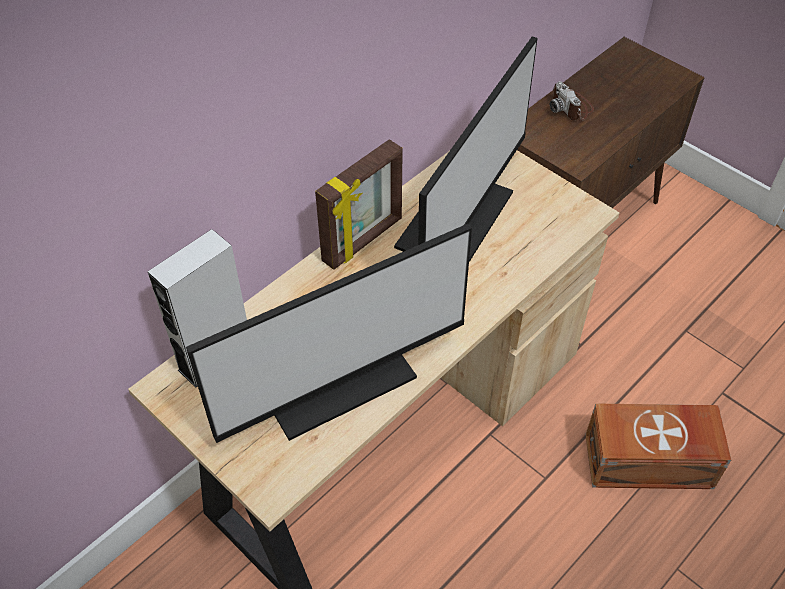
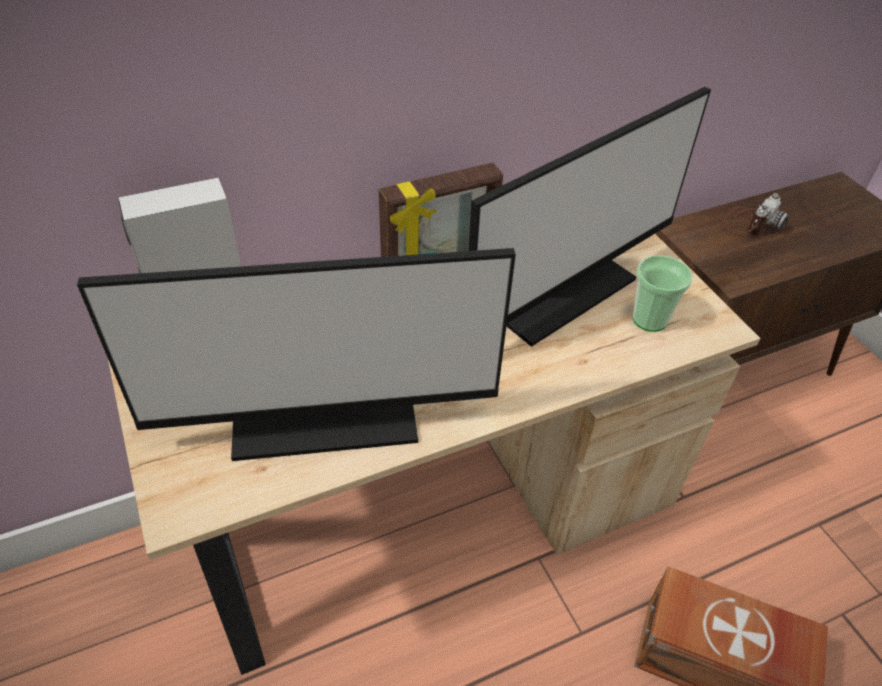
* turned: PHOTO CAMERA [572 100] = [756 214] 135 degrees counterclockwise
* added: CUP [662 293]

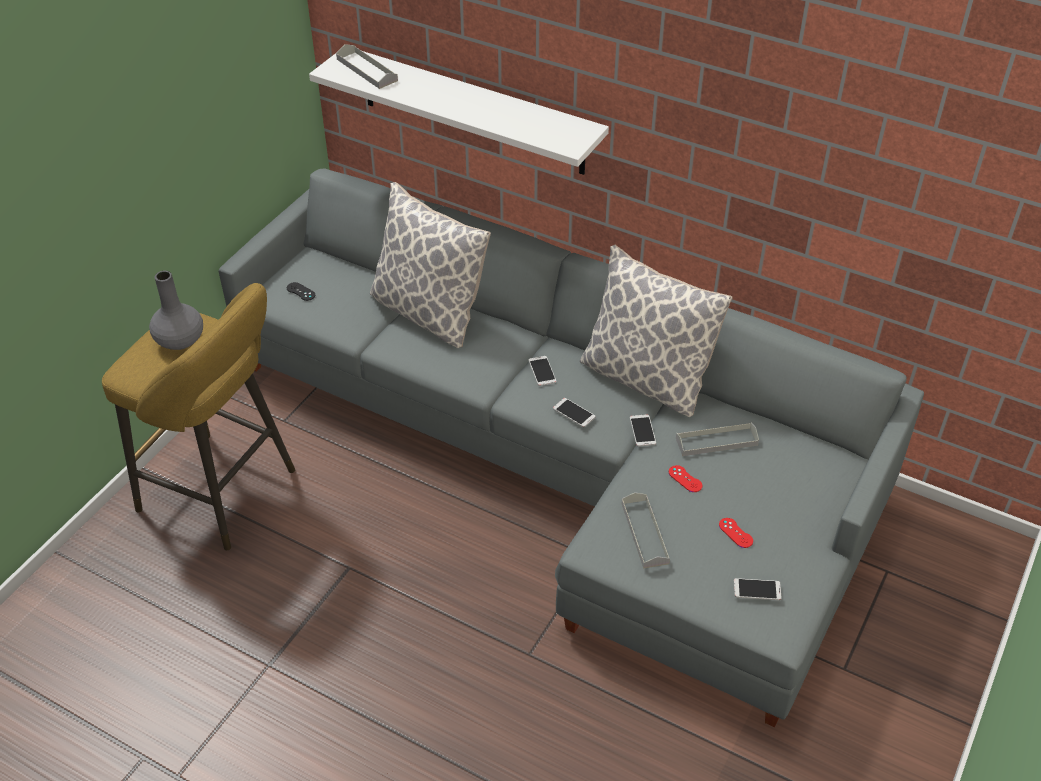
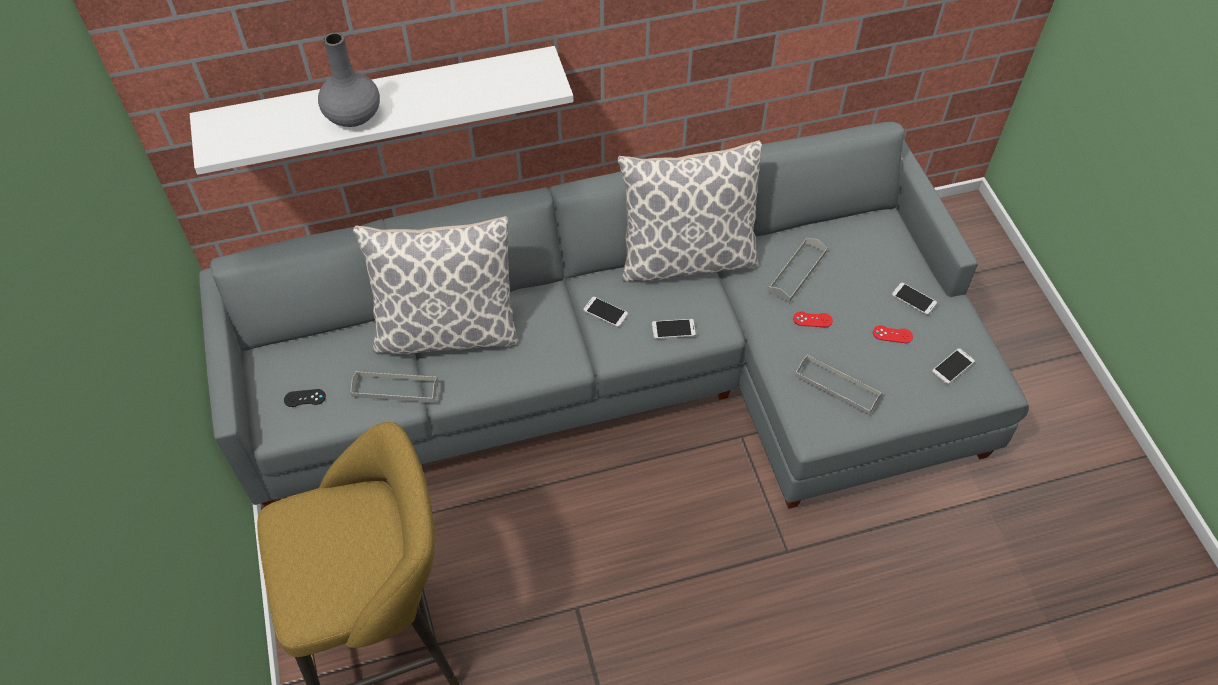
* moved: GREY VASE [176 310] to [349 79]
* moved: GREY TRAY [367 66] to [394 387]
* moved: PHONE [643 430] to [914 298]

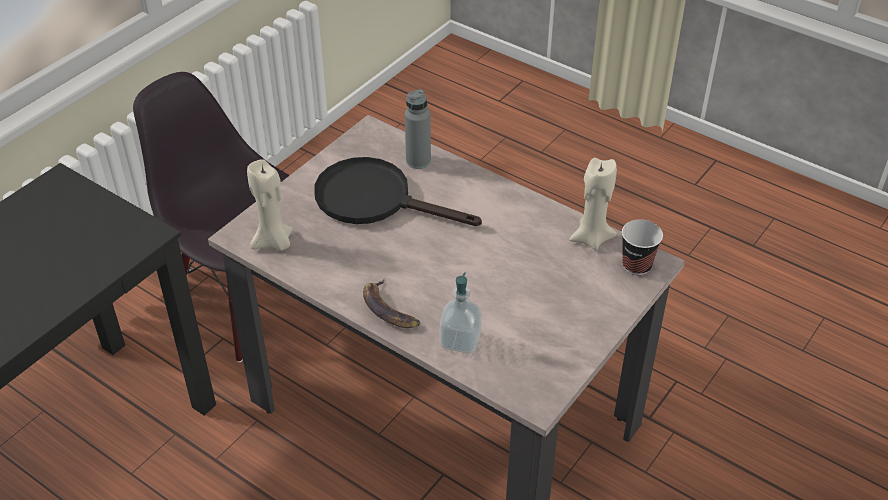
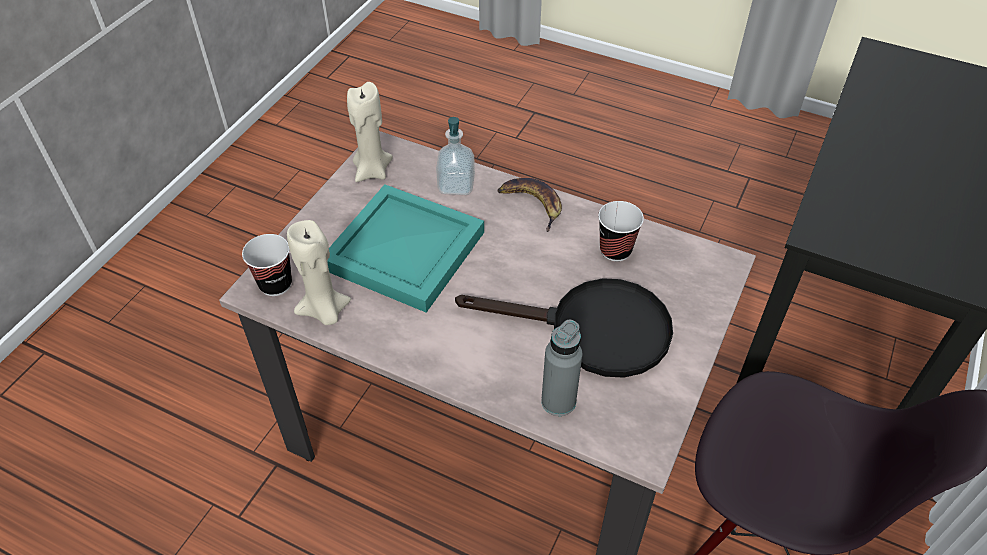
* moved: BEIGE CANDLE [270 205] to [370 132]
* added: TURQUOISE TRAY [406 248]
* added: CUP [621 231]

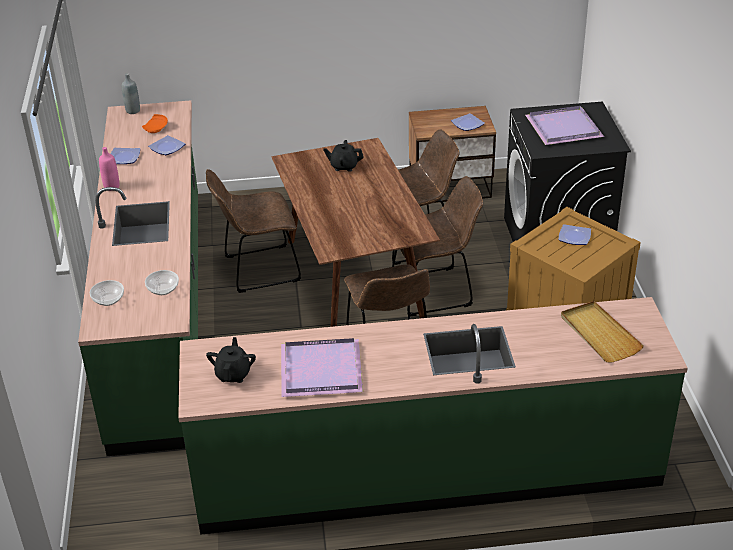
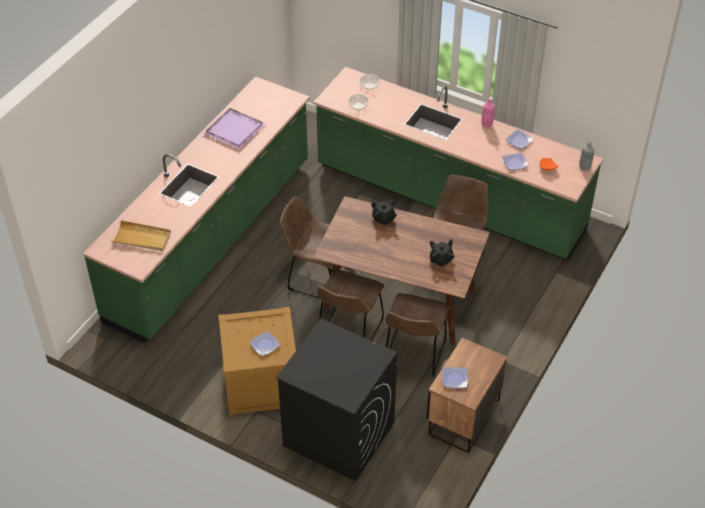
* moved: BLACK TEAPOT [231 360] to [384 212]
* removed: PURPLE TRAY [564 125]

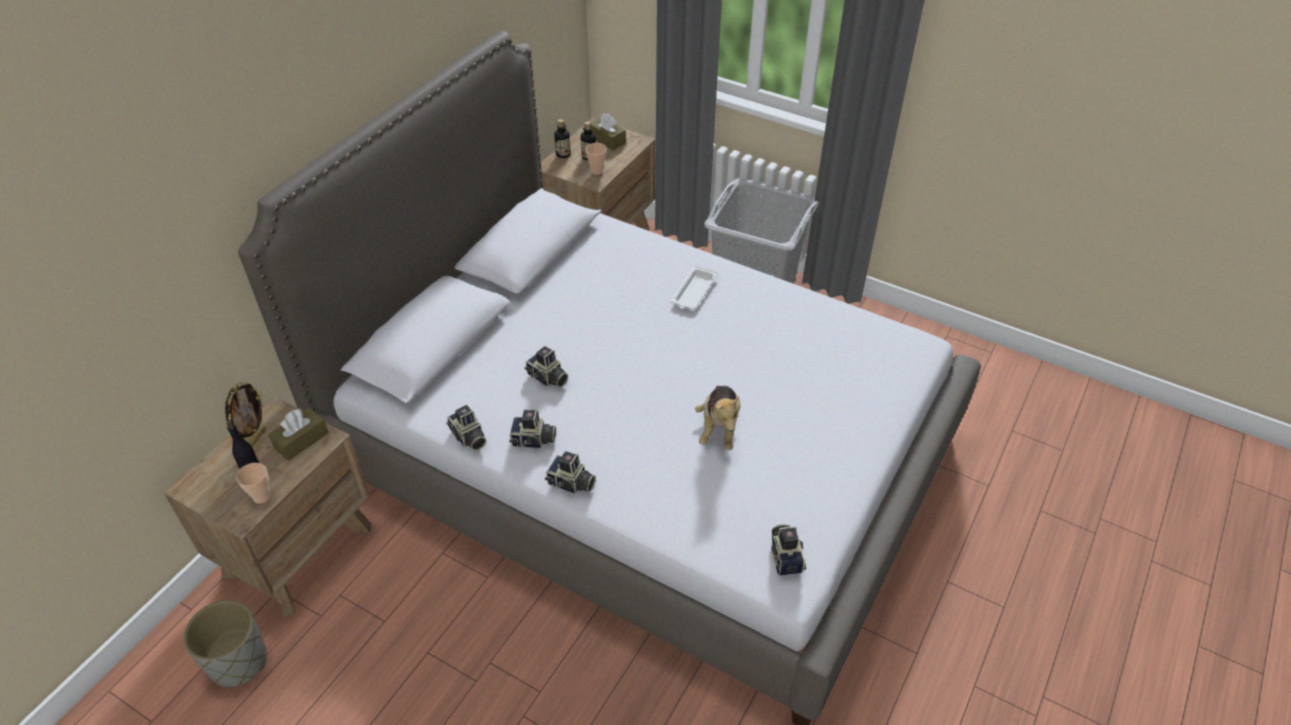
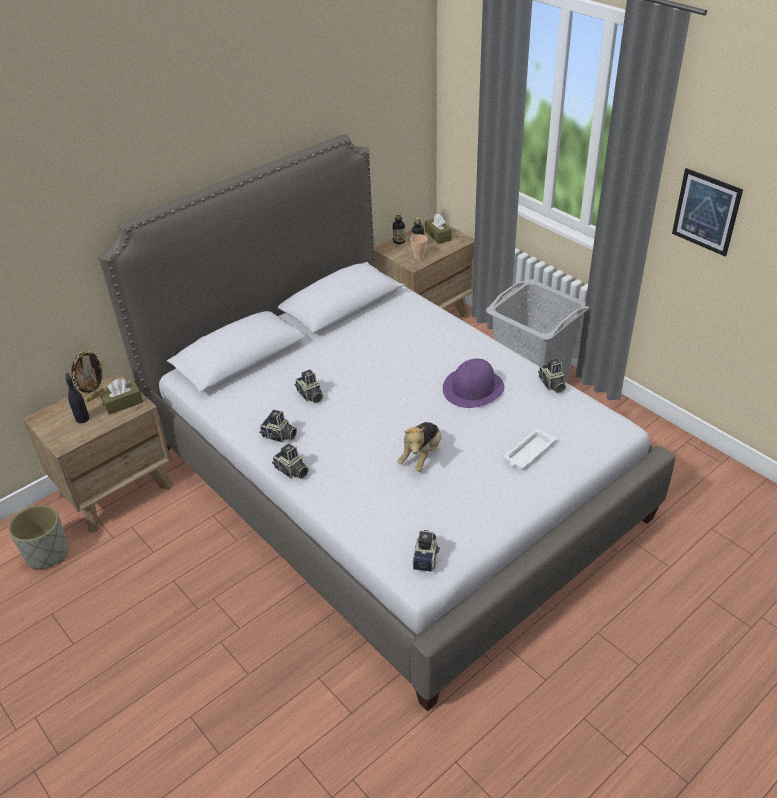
* removed: CUP [253 483]
* moved: PHOTO CAMERA [466 428] to [552 376]
* moved: WHITE TRAY [694 287] to [530 448]
* added: PURPLE HAT [473 383]
* added: PICTURE [707 212]

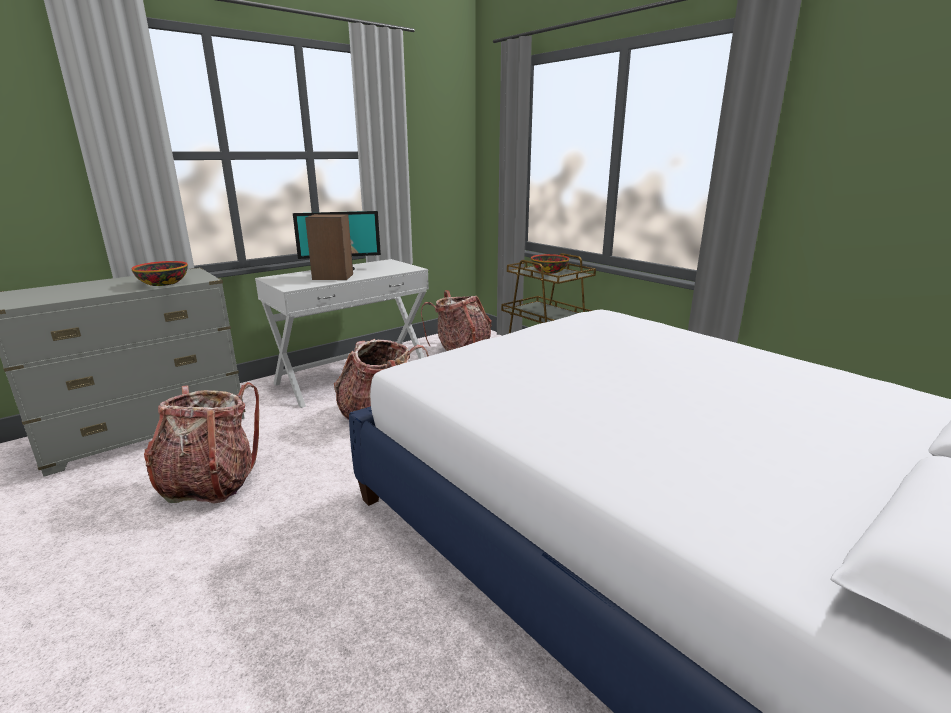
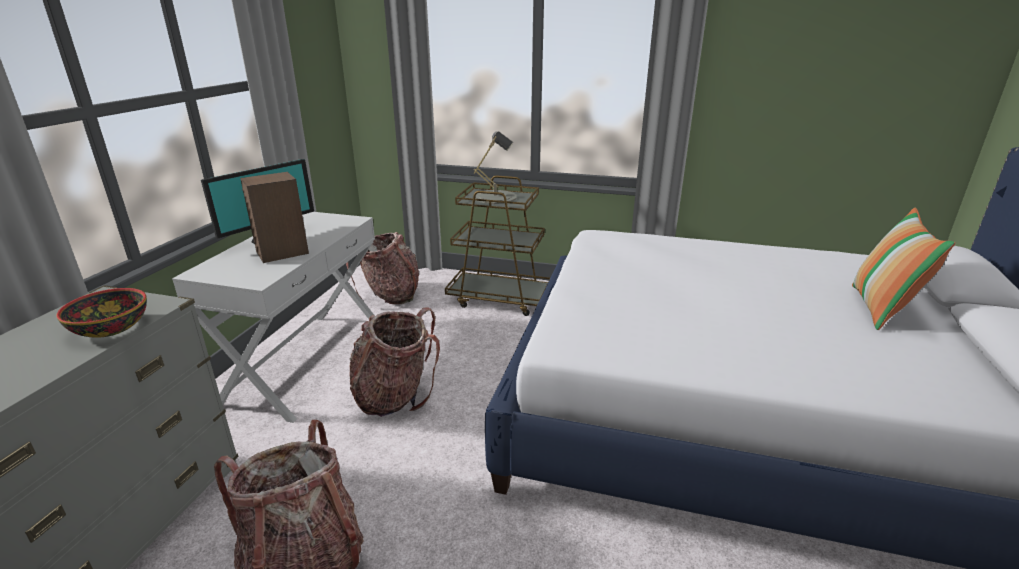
* replaced: BOWL [550 264] to GREY TABLE LAMP [495 167]
* added: PILLOW [903 269]

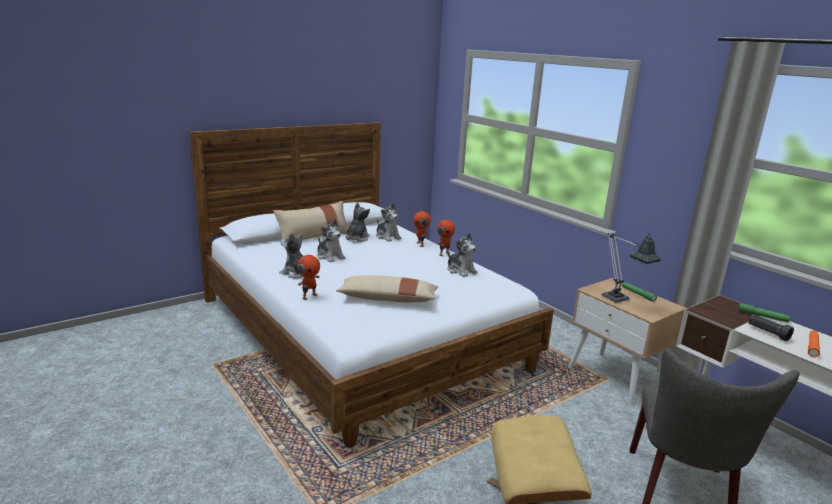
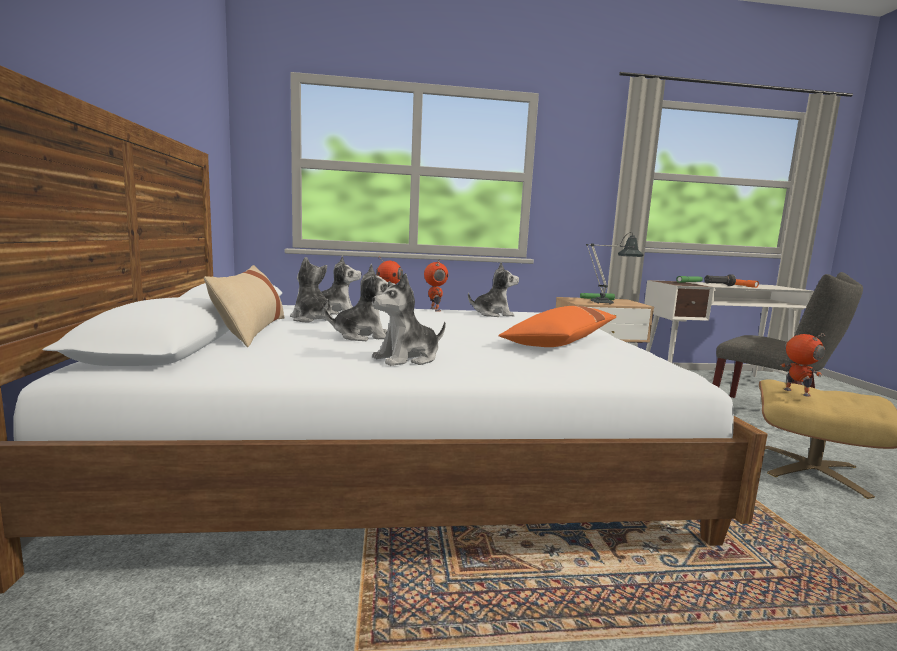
* moved: TOY ROBOT [308 277] to [802 365]
* recoloured: BEIGE PILLOW [387 288] to ORANGE PILLOW [557 326]

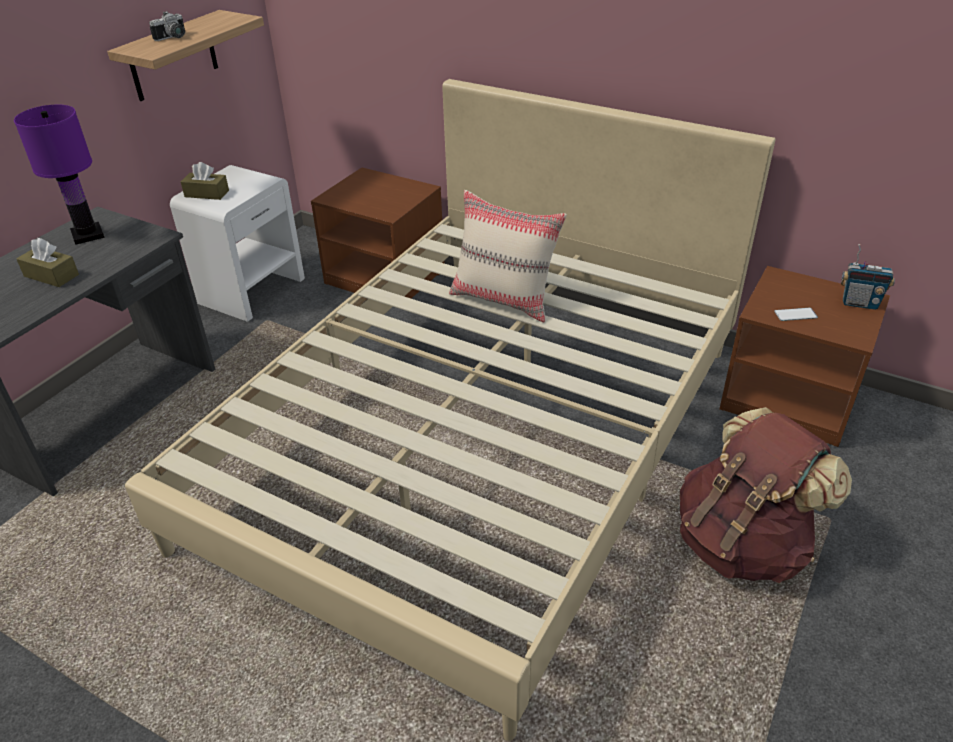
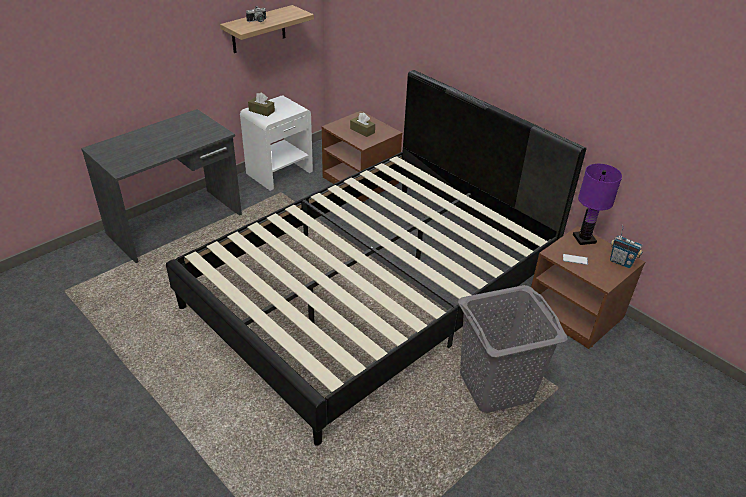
* moved: PURPLE TABLE LAMP [59 175] to [597 204]
* moved: BROWN TISSUE BOX [47 262] to [362 125]
* recoloured: BEIGE BED [450 410] to BLACK BED [376 258]
* removed: BEIGE PILLOW [508 256]
* replaced: BROWN BACKPACK [766 495] to GREY LAUNDRY BASKET [512 349]

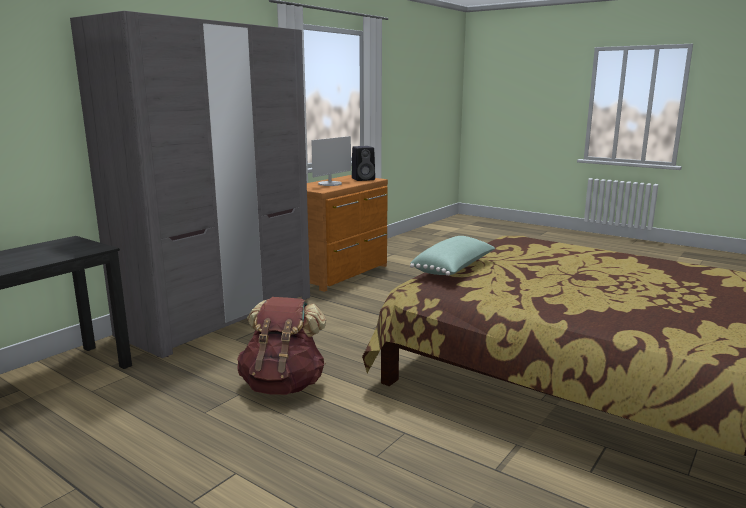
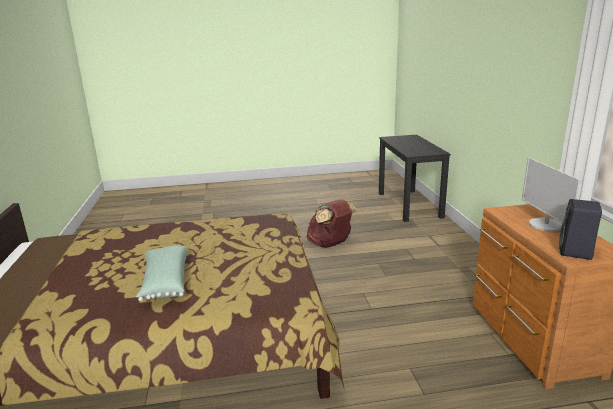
* removed: GREY WARDROBE [190 184]
* moved: GREEN PILLOW [452 256] to [162 273]

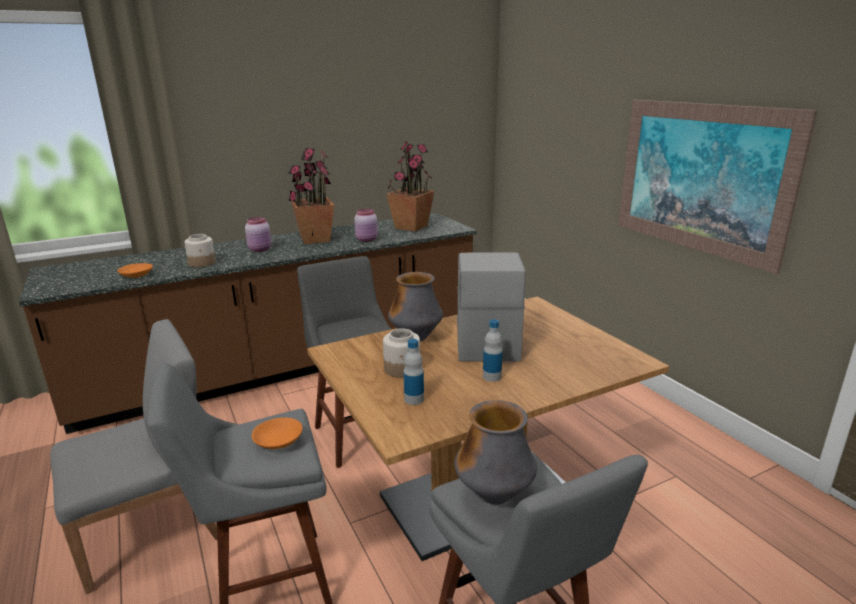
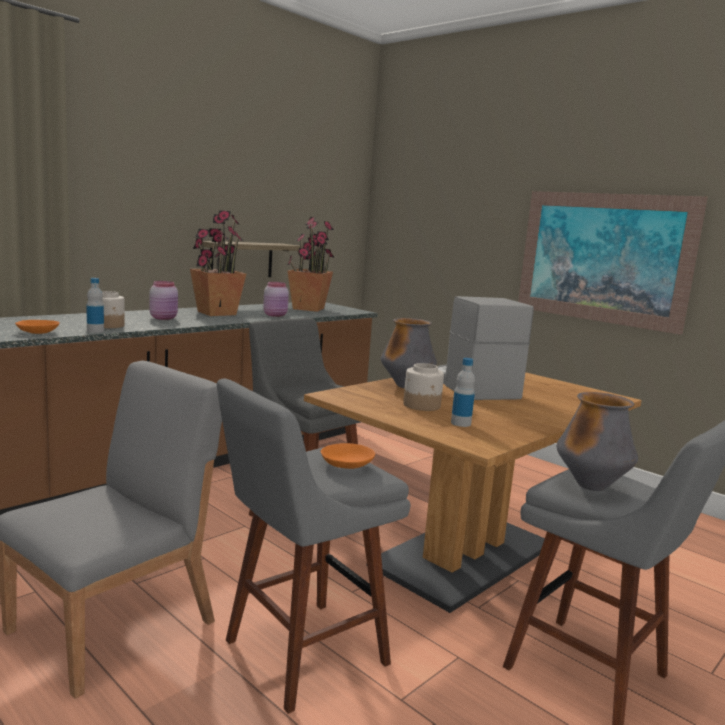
* moved: BOTTLE [493 350] to [95 305]
* added: SHELF [252 259]

